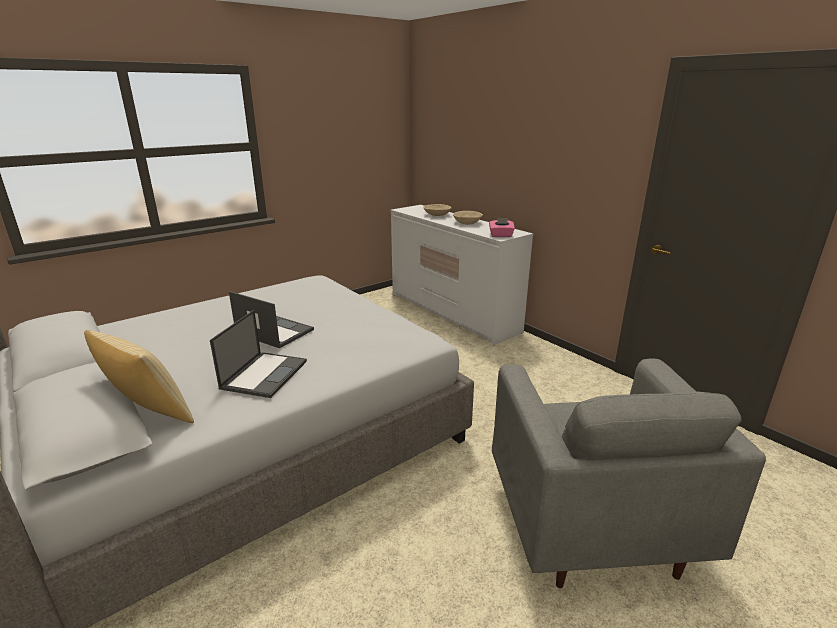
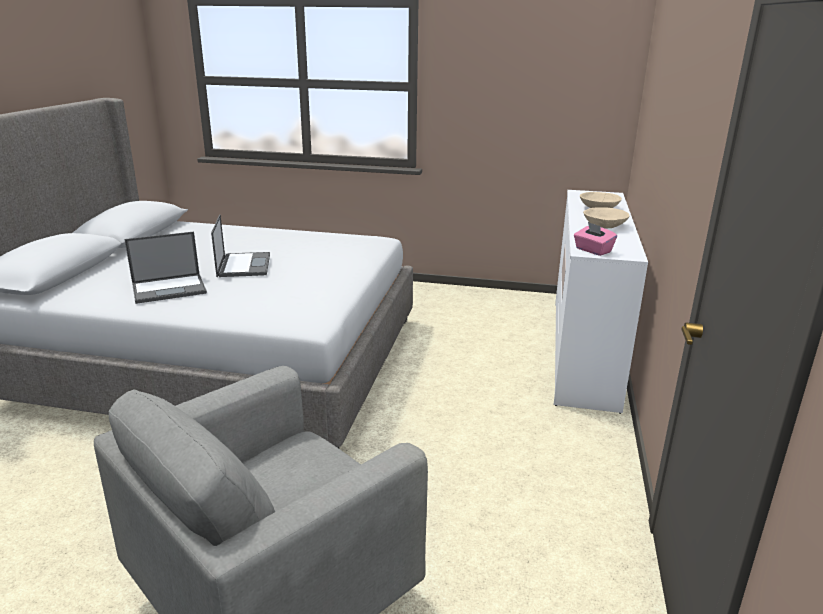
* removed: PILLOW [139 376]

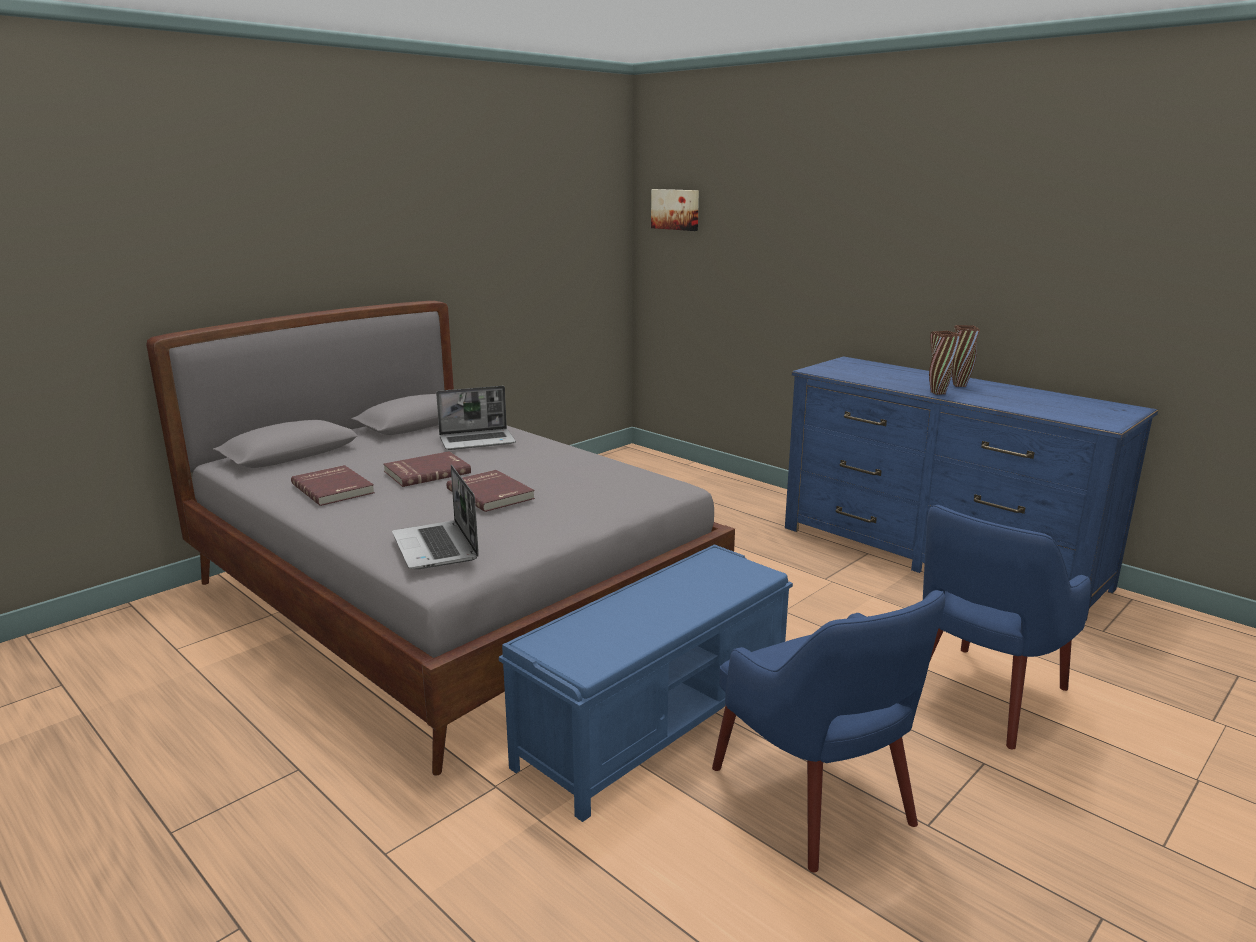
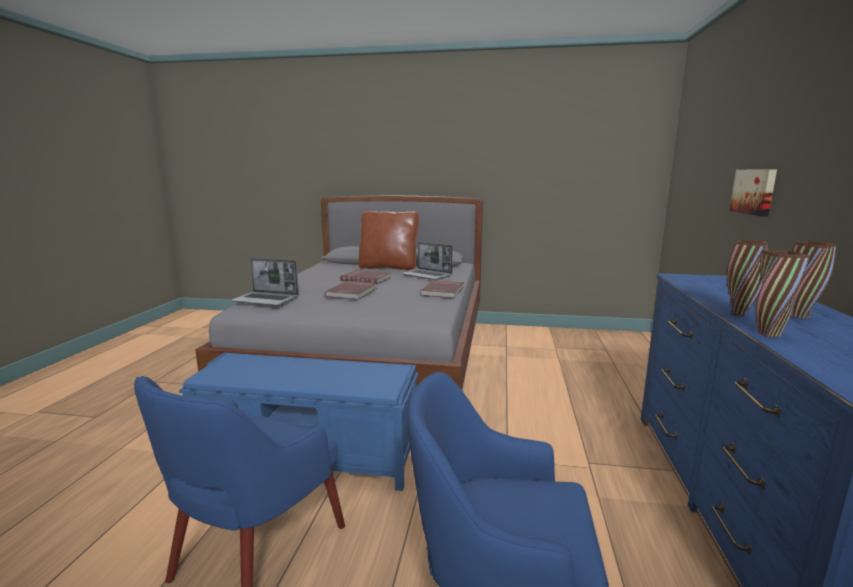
* moved: RED BOOK [333 485] to [442 289]
* turned: LAPTOP [435 517] = [265 282] 105 degrees counterclockwise
* moved: PICTURE [675 210] to [753 193]
* added: BROWN PILLOW [388 240]
* added: BROWN VASE [783 293]

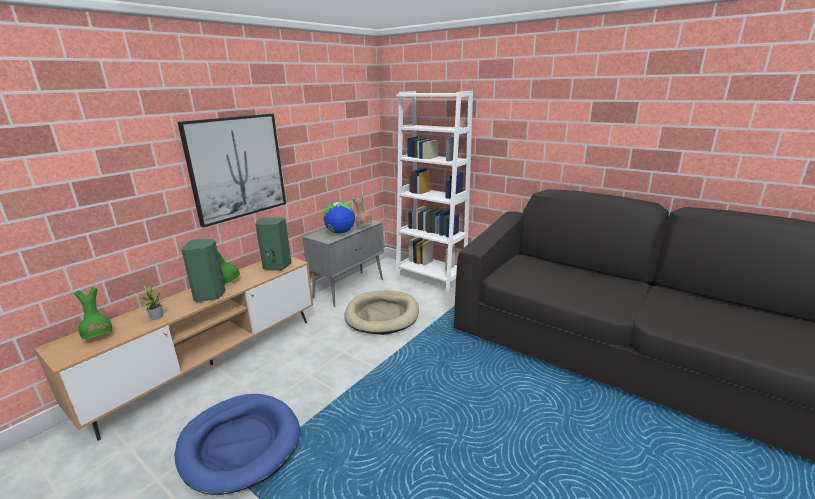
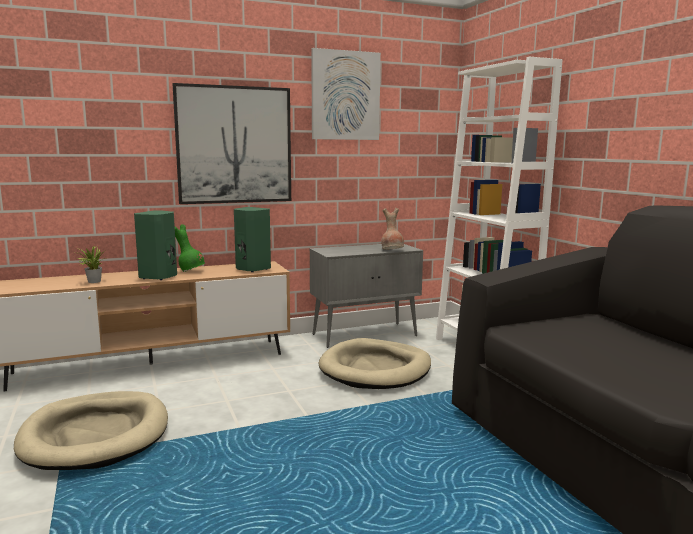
* removed: GREEN VASE [93 313]
* recoloured: BLUE DOG BED [237 444] to BEIGE DOG BED [91 430]
* removed: GLOBE [339 218]
* added: PICTURE [346 94]

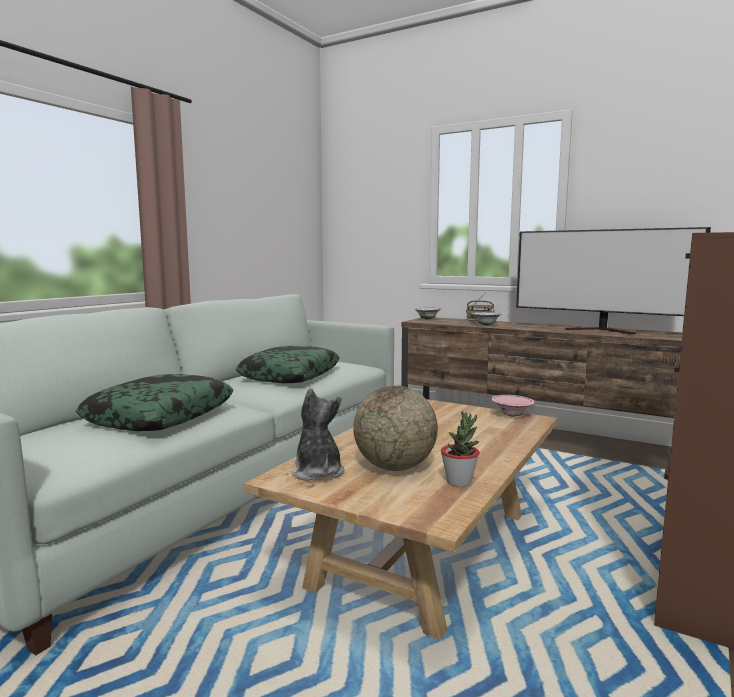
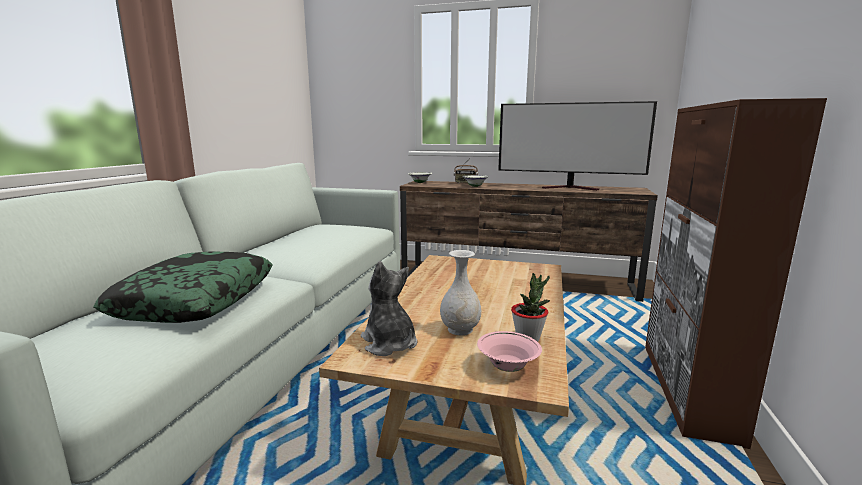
* removed: PILLOW [288 364]
* replaced: GLOBE [395 428] to WHITE VASE [460 292]
* moved: PINK BOWL [513 406] to [509 351]

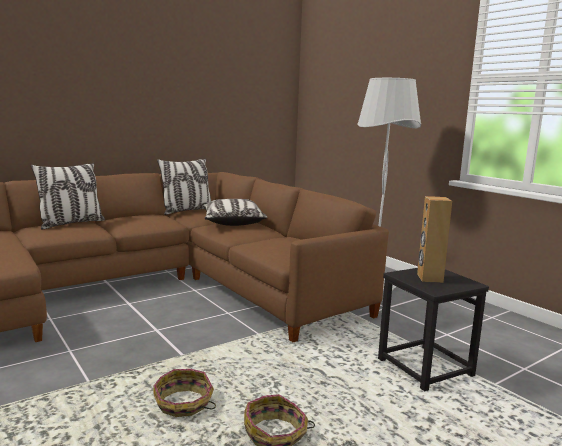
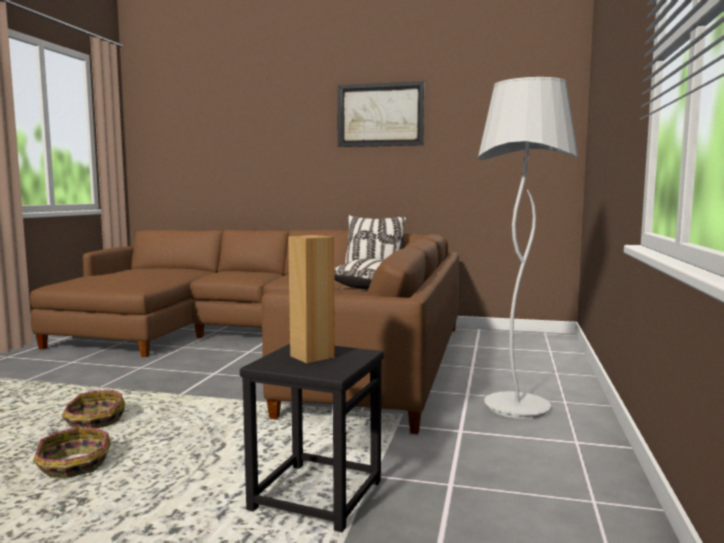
* removed: PILLOW [68 196]
* added: PICTURE [381 114]

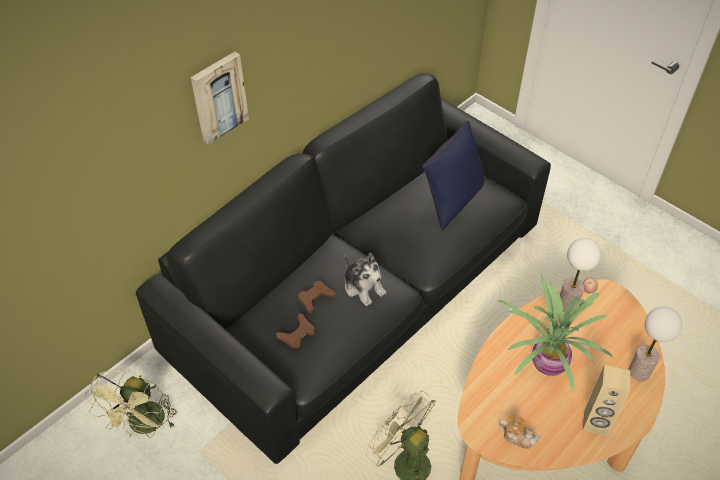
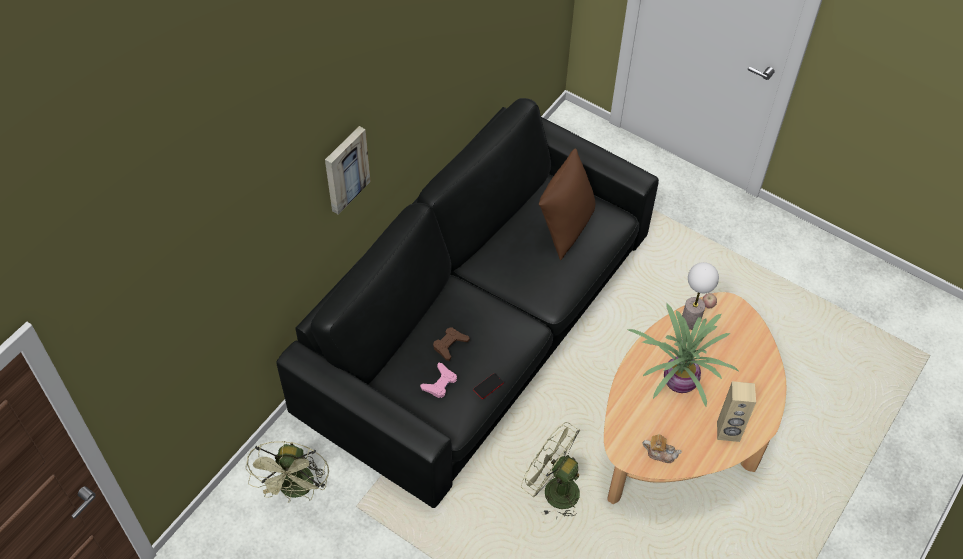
* recoloured: BROWN GAME CONTROLLER [295 331] to PINK GAME CONTROLLER [438 380]
* removed: PLUSH TOY [365 279]
* recoloured: BLUE PILLOW [453 176] to BROWN PILLOW [567 204]
* removed: TABLE LAMP [655 343]
* added: PHONE [488 386]

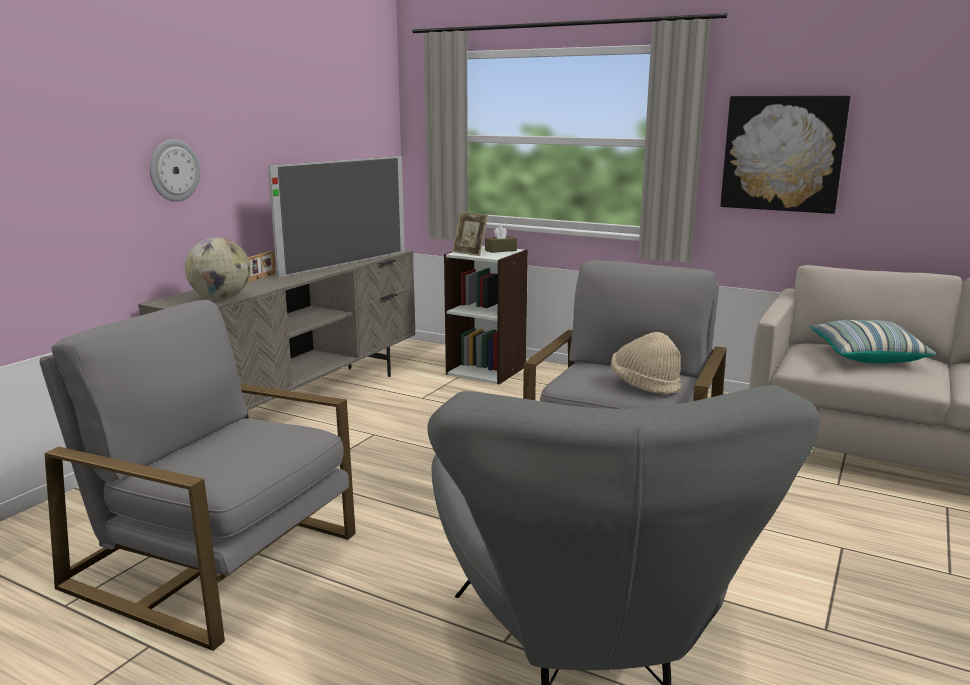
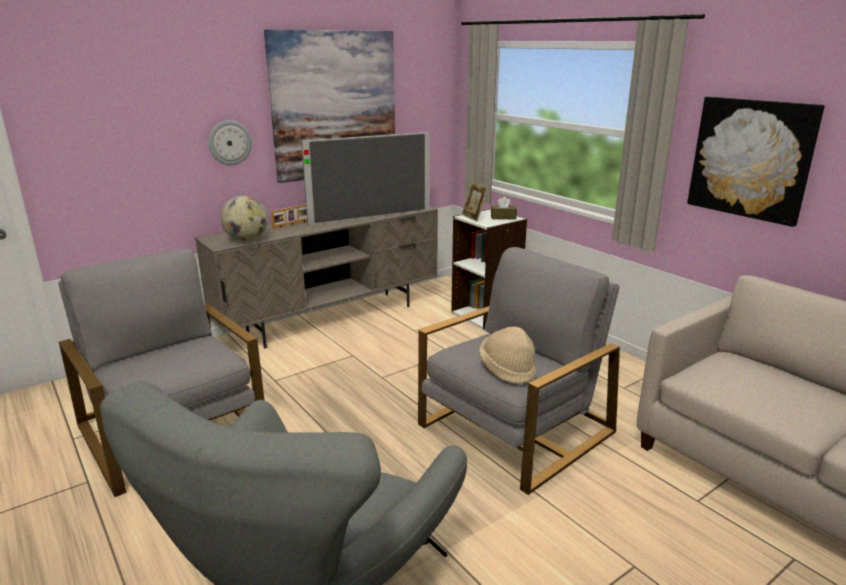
* removed: PILLOW [873 342]
* added: PICTURE [329 106]

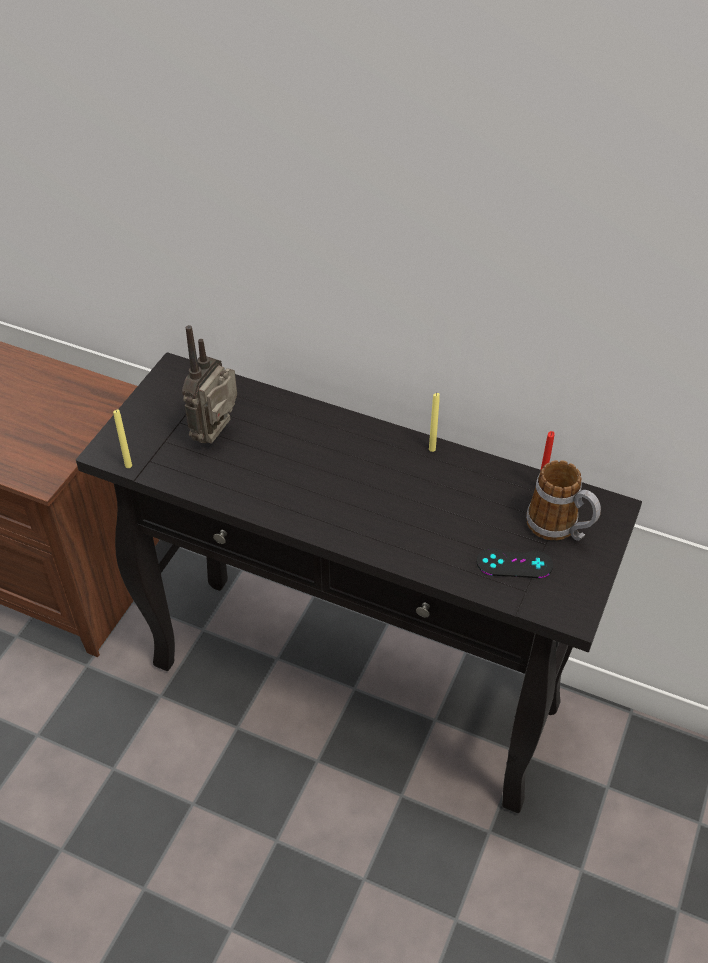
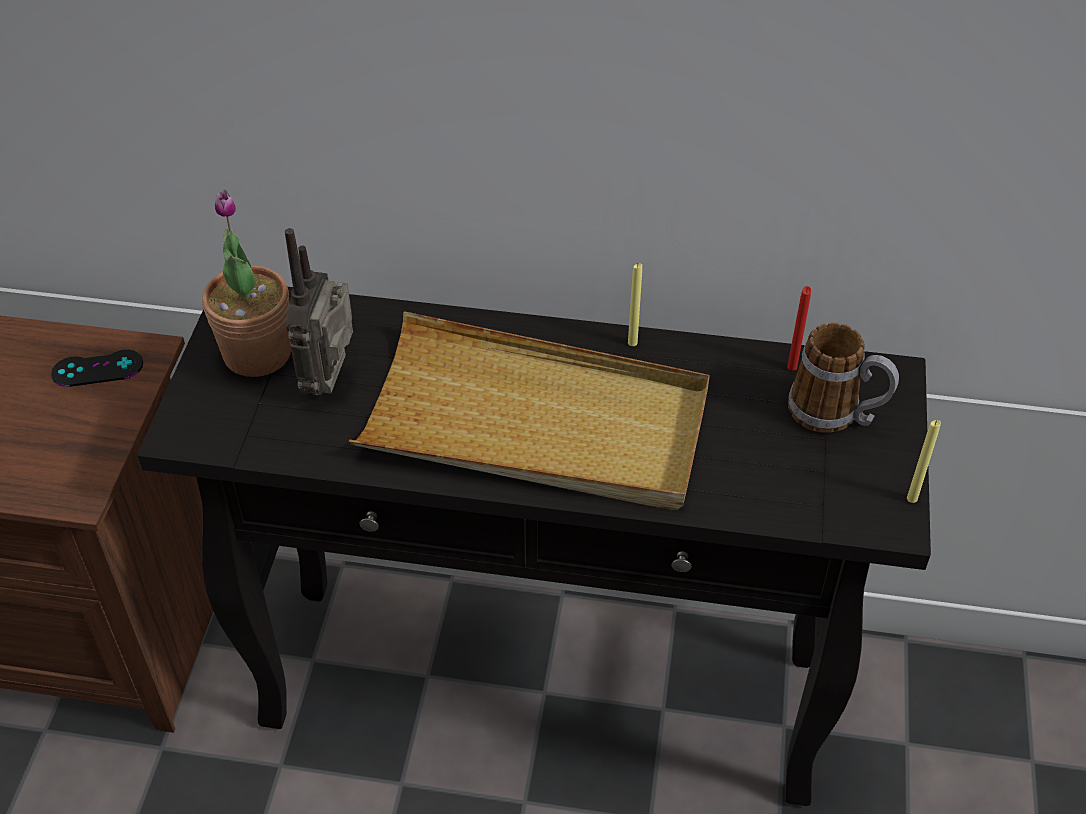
* moved: YELLOW CANDLE [122 438] to [924 461]
* moved: BLACK GAME CONTROLLER [515 563] to [97 368]
* added: POTTED PLANT [246 283]
* added: BEIGE TRAY [529 410]

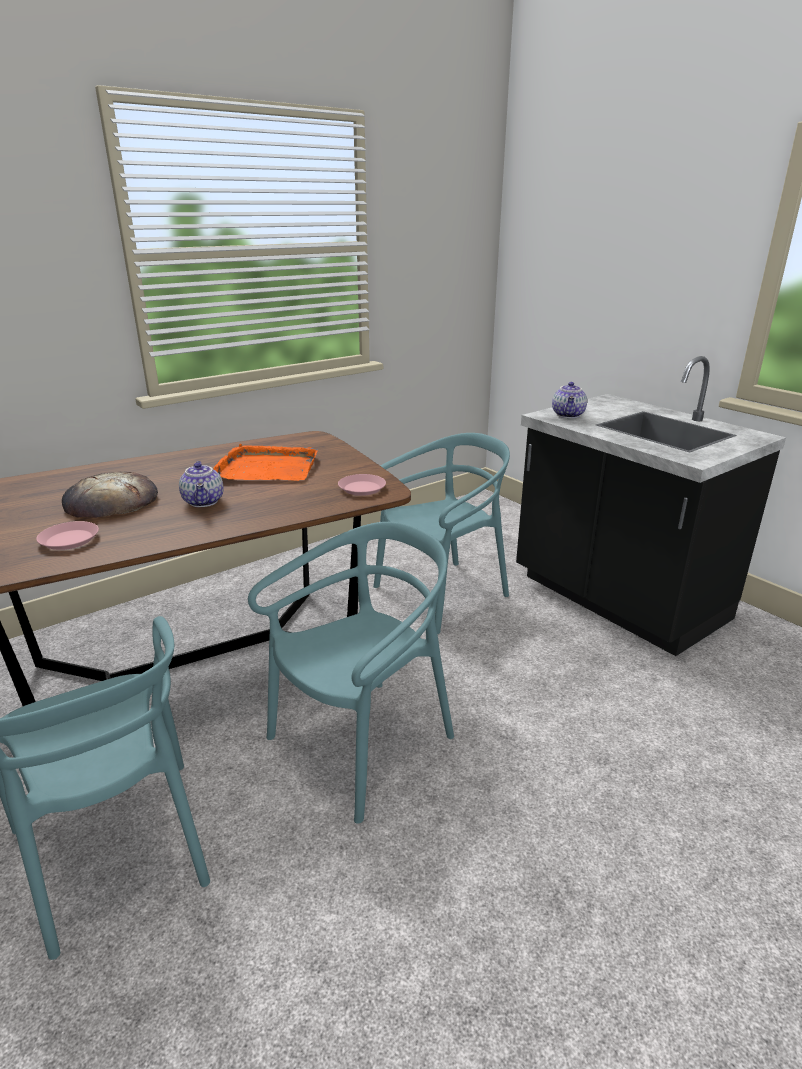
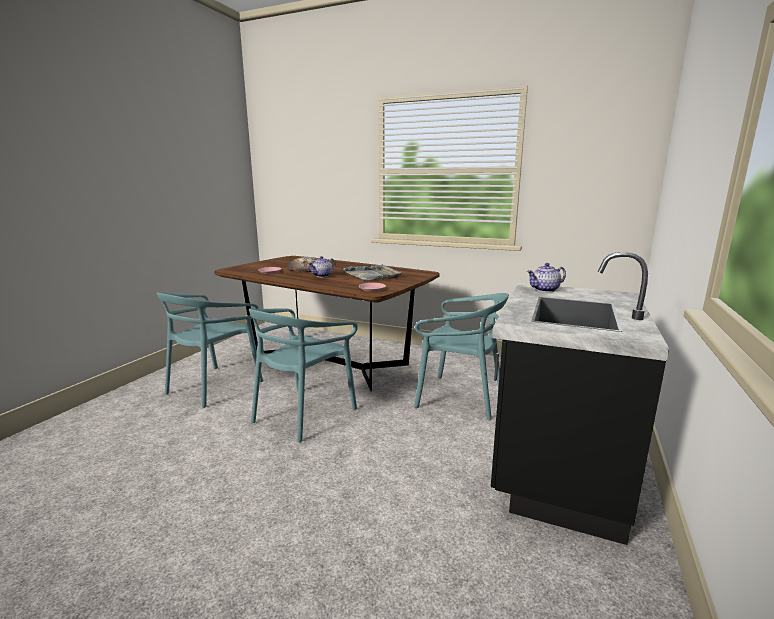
* recoloured: ORANGE TRAY [265 462] to GREY TRAY [372 272]
* turned: TURQUOISE CHAIR [351 673] = [303 375] 105 degrees clockwise

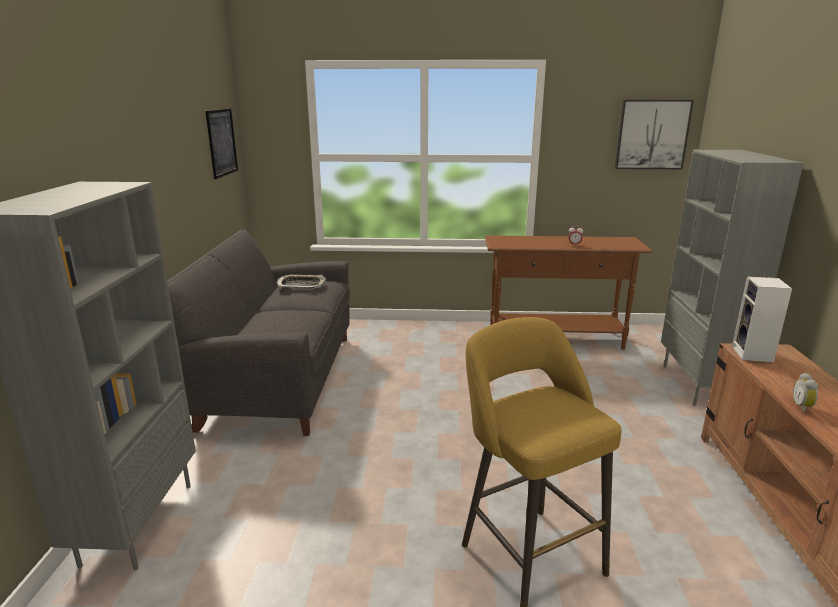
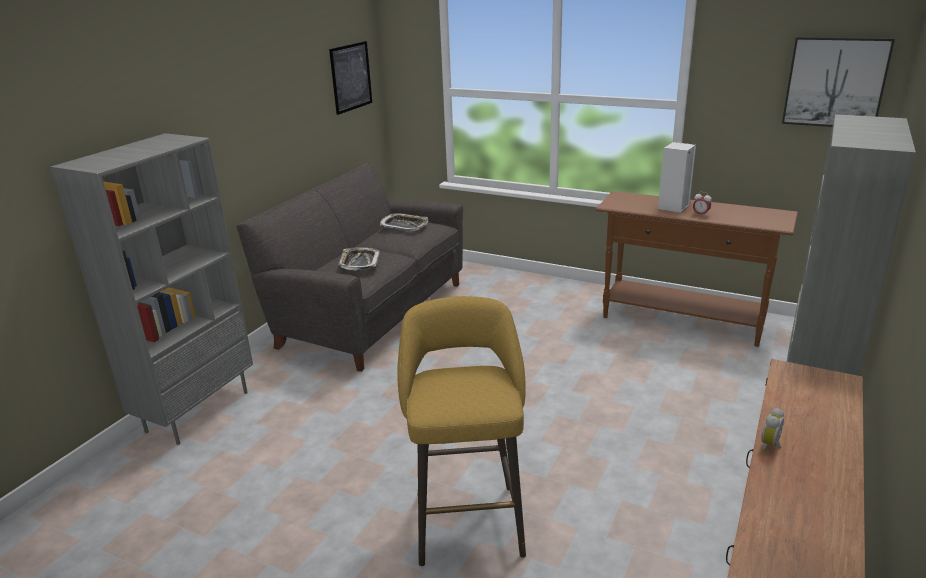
* moved: SPEAKER [762 319] to [677 177]
* added: TRAY [359 258]

